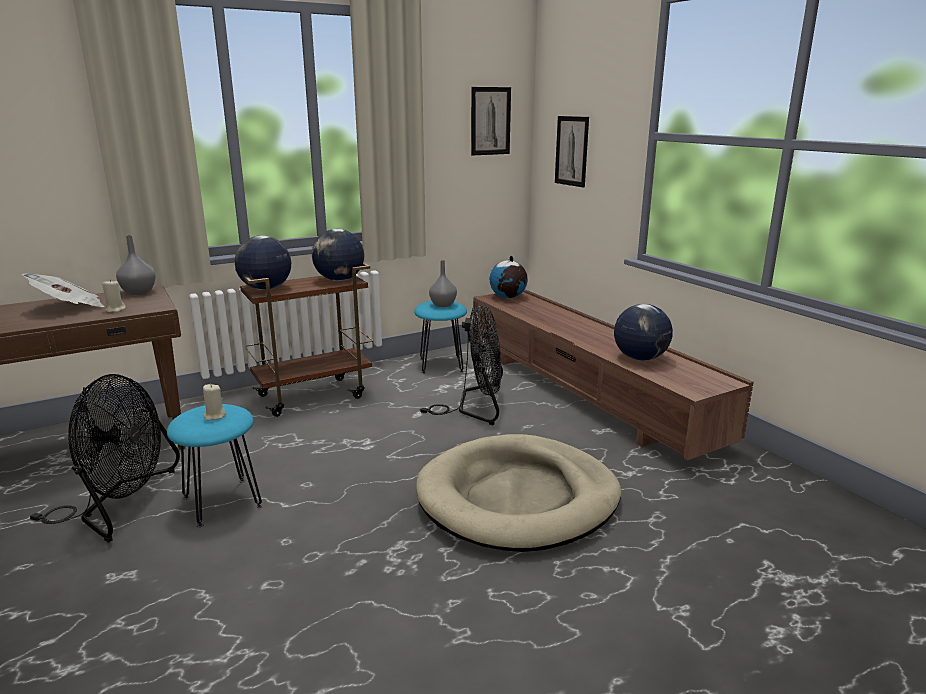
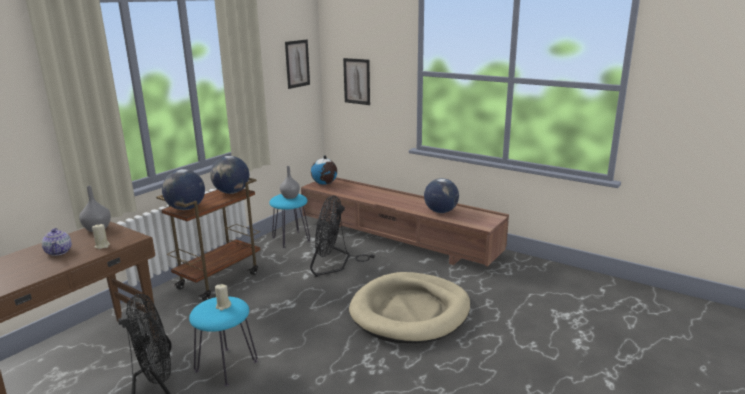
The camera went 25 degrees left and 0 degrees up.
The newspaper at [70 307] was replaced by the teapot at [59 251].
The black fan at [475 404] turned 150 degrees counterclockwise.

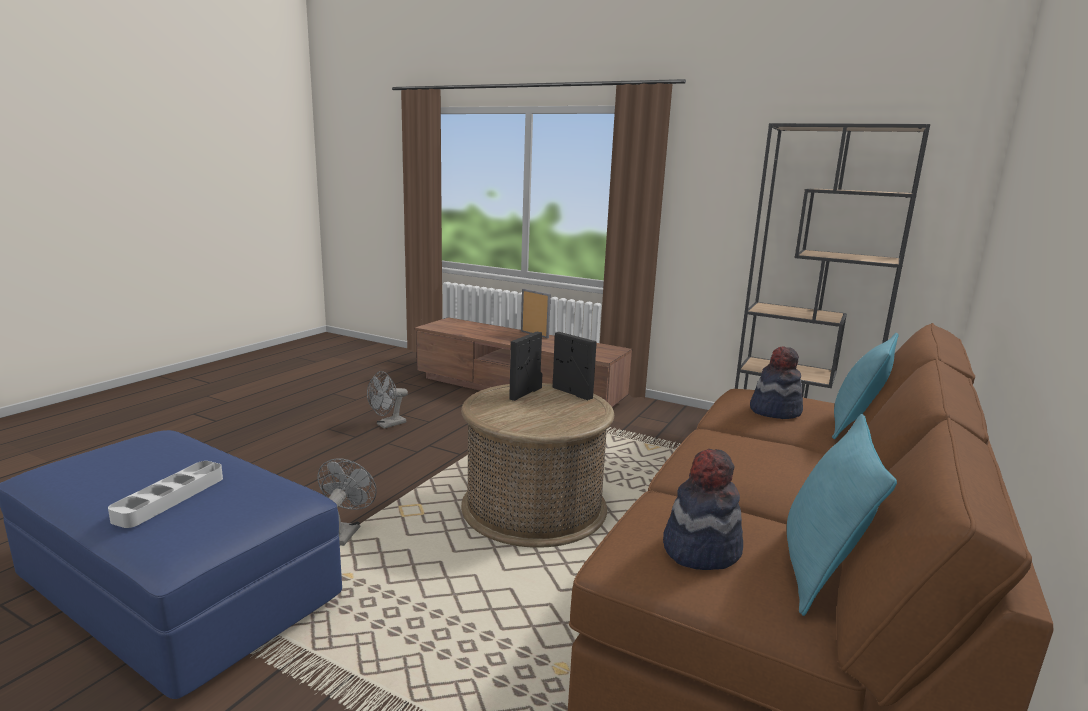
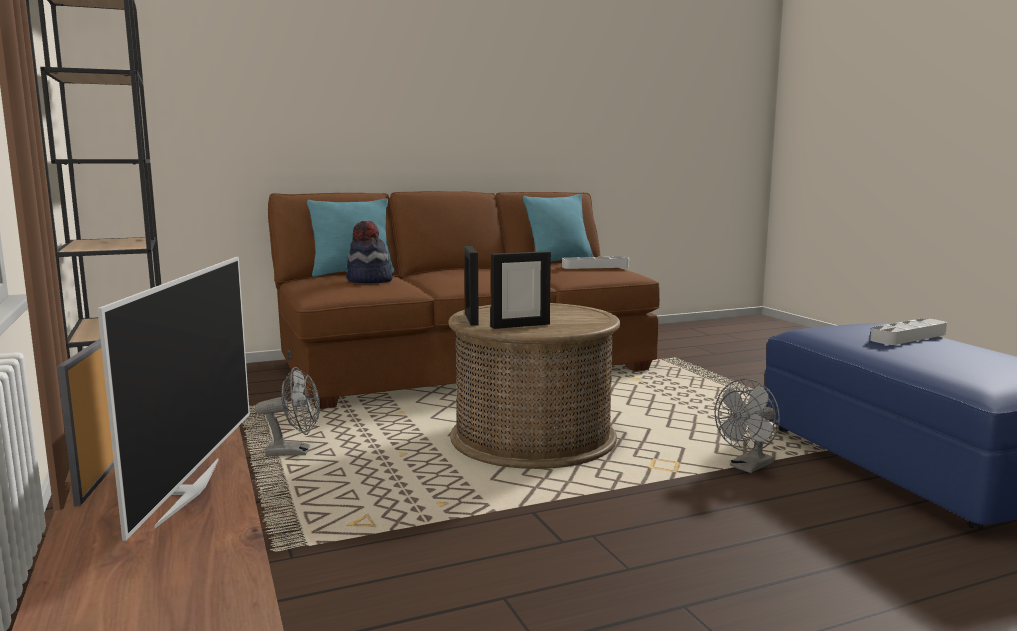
The camera went 140 degrees left and 5 degrees down.
The grey fan moved from [387 425] to [295 452].
The hat at [700 548] was replaced by the grey tray at [595 266].
The television at [186 491] appeared.

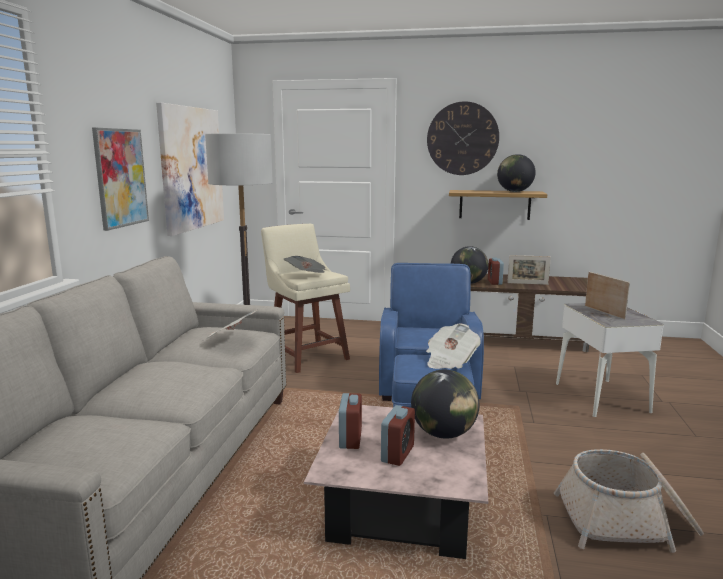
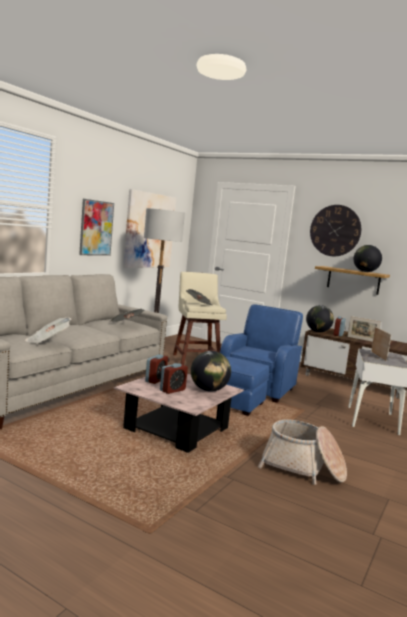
The camera went 20 degrees right and 5 degrees down.
The newspaper moved from [450 361] to [47 341].

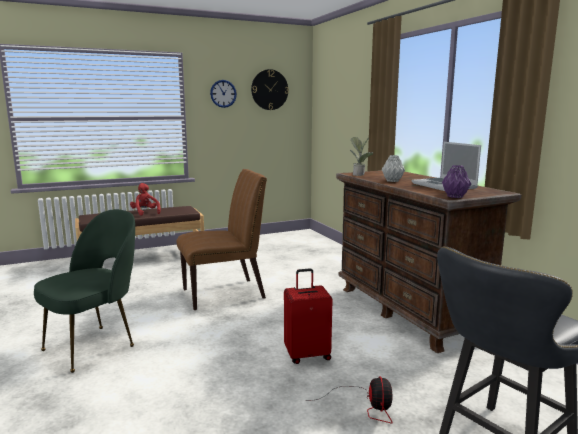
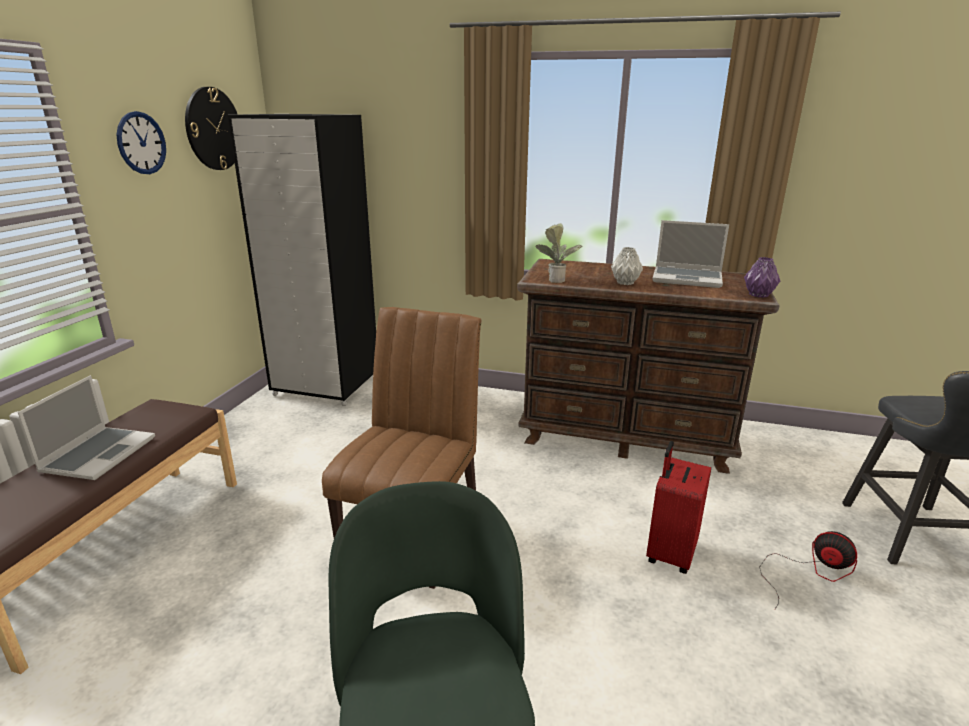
The camera went 50 degrees left and 10 degrees up.
The red plush toy at [145 213] was replaced by the laptop at [99 454].
The wardrobe at [327 386] appeared.

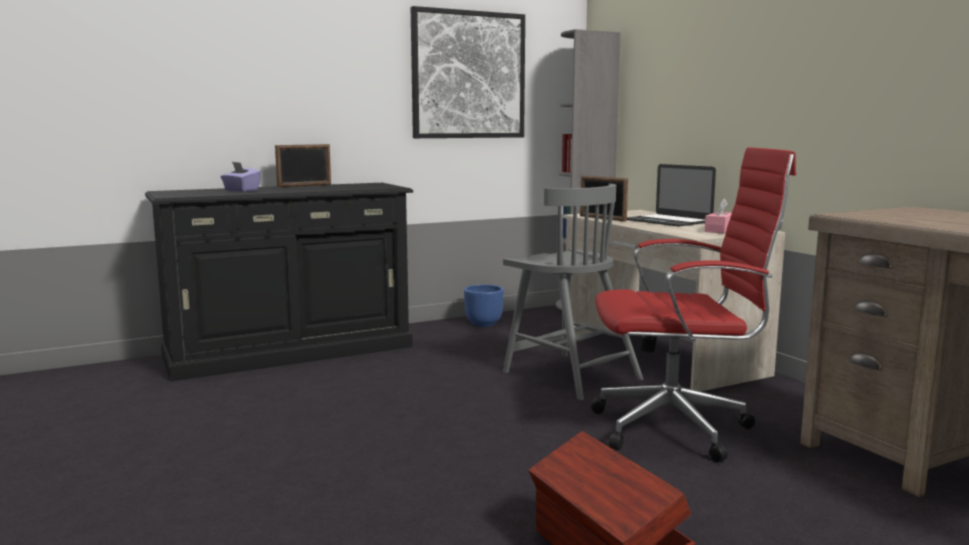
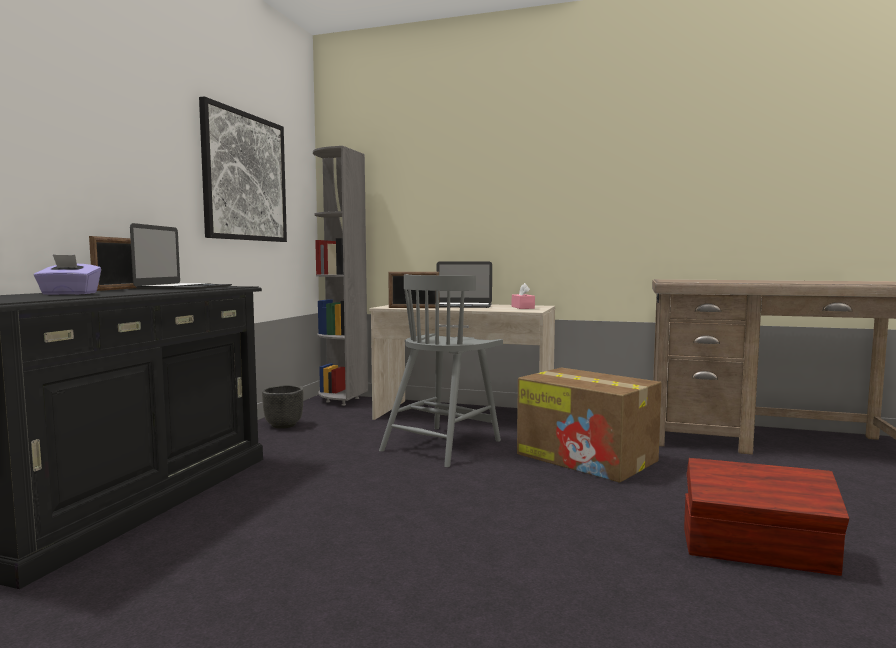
The camera went 45 degrees left and 5 degrees down.
The blue planter at [484 324] became the black planter at [284 425].
The grey chair at [569 374] turned 120 degrees clockwise.
The red office chair at [678 429] was replaced by the cardboard box at [588 458].
The laptop at [185 287] appeared.

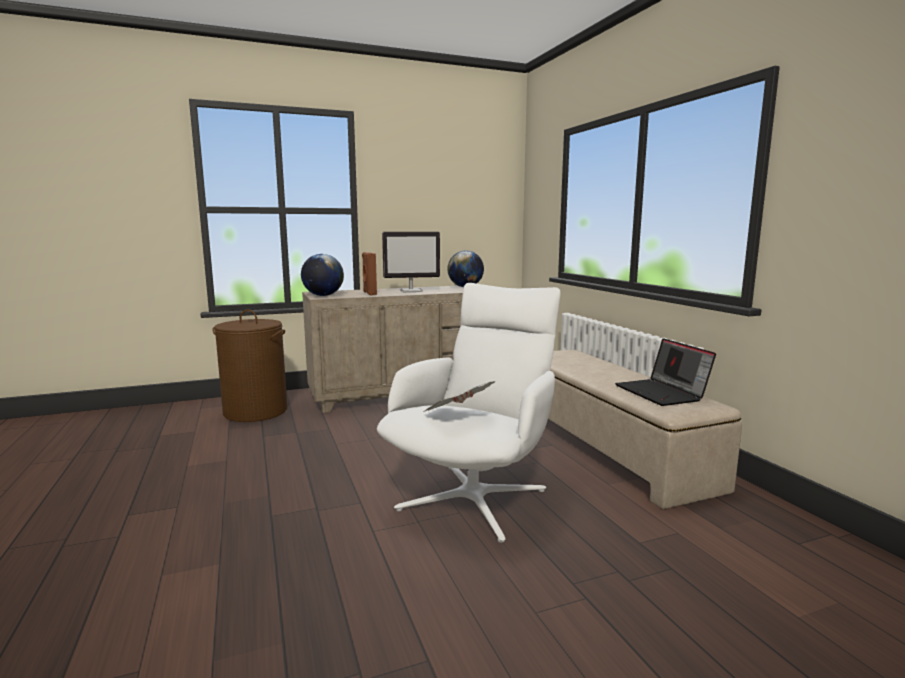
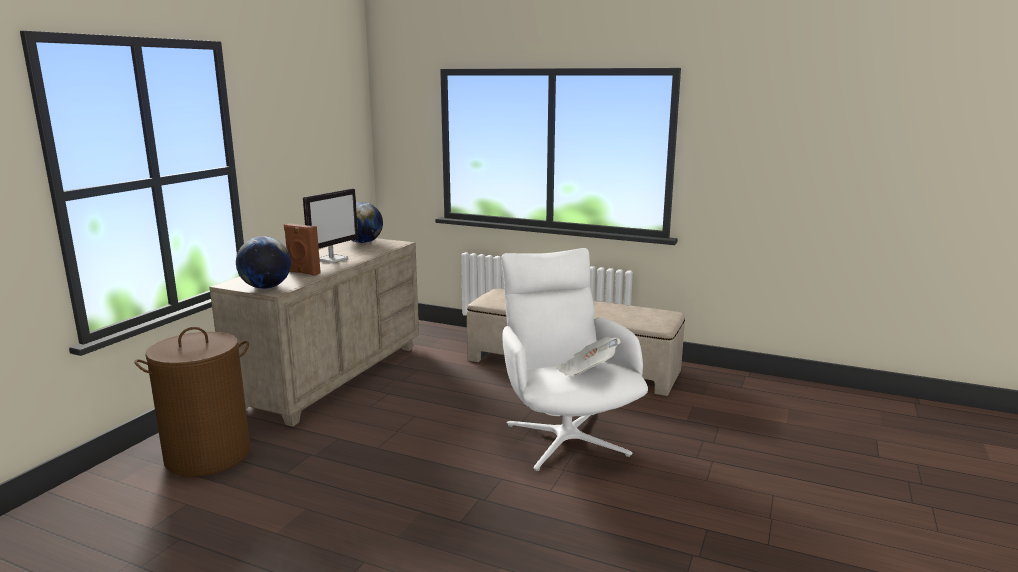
The camera went 45 degrees left and 5 degrees up.
The laptop at [662 393] disappeared.

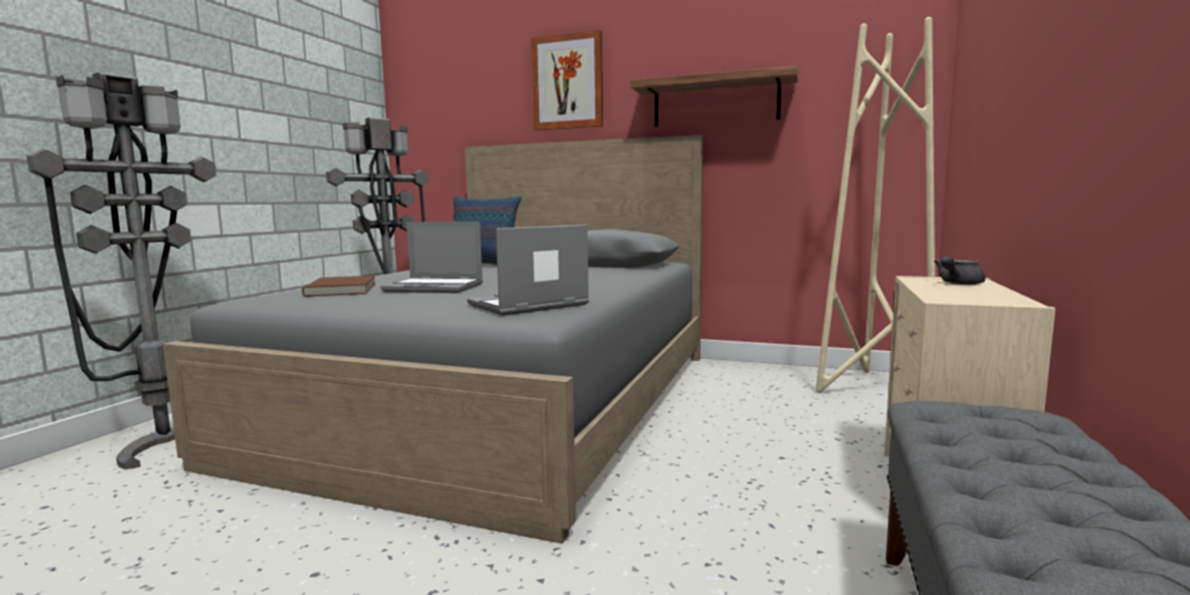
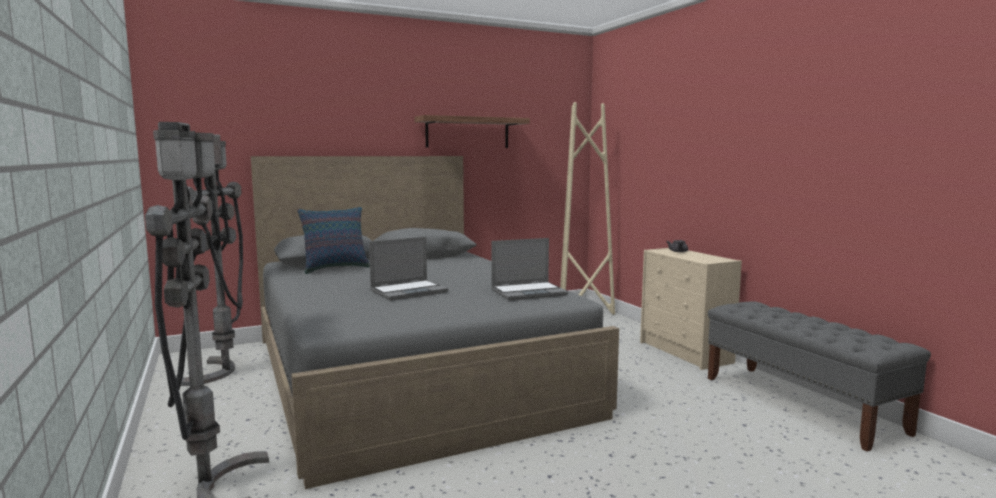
The camera went 45 degrees left and 0 degrees up.
The brown book at [343 289] disappeared.
The laptop at [528 305] turned 120 degrees counterclockwise.
The picture at [568 82] disappeared.

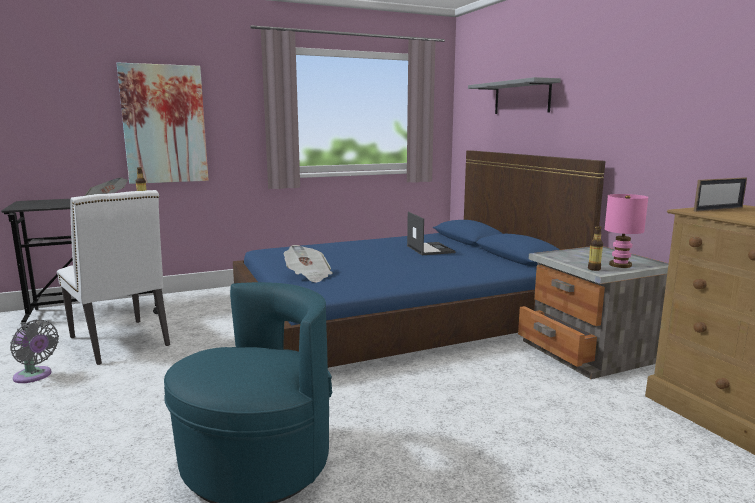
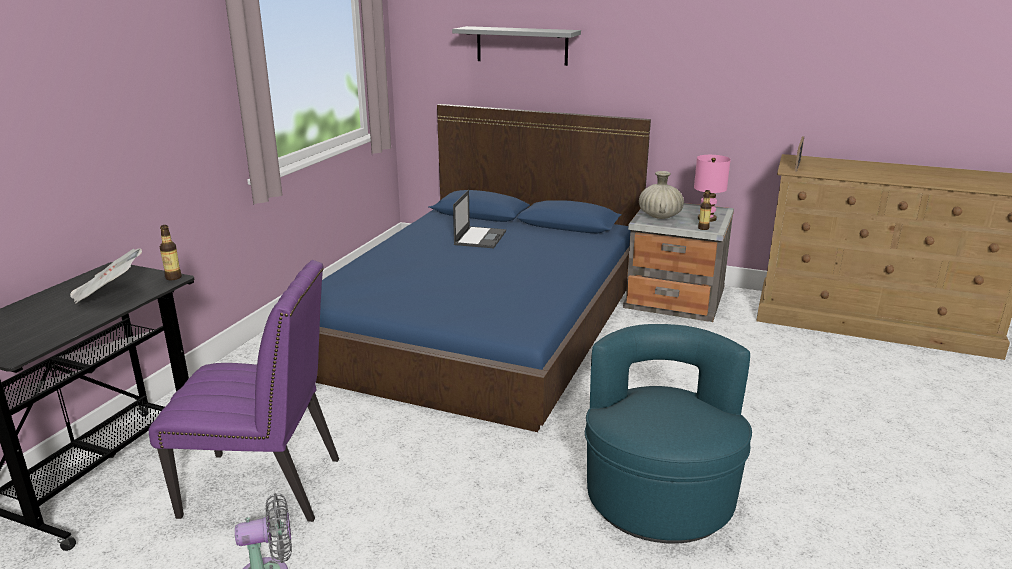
The camera went 45 degrees left and 10 degrees up.
The white chair at [119 341] became the purple chair at [261 487].
The picture at [164 124] disappeared.
The newspaper at [308 276] disappeared.
The laptop at [429 249] turned 75 degrees clockwise.
The beige vase at [659 216] appeared.

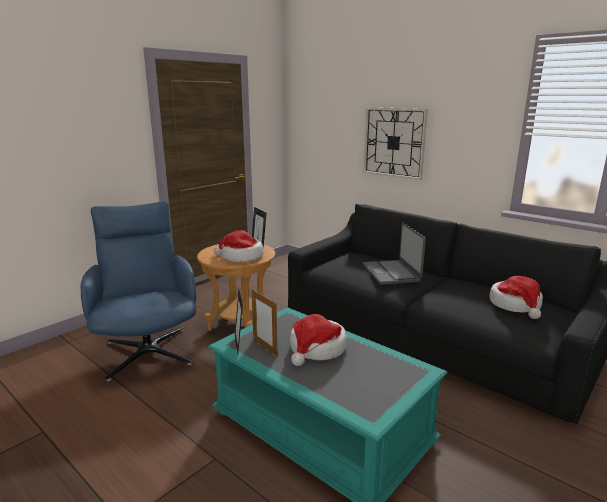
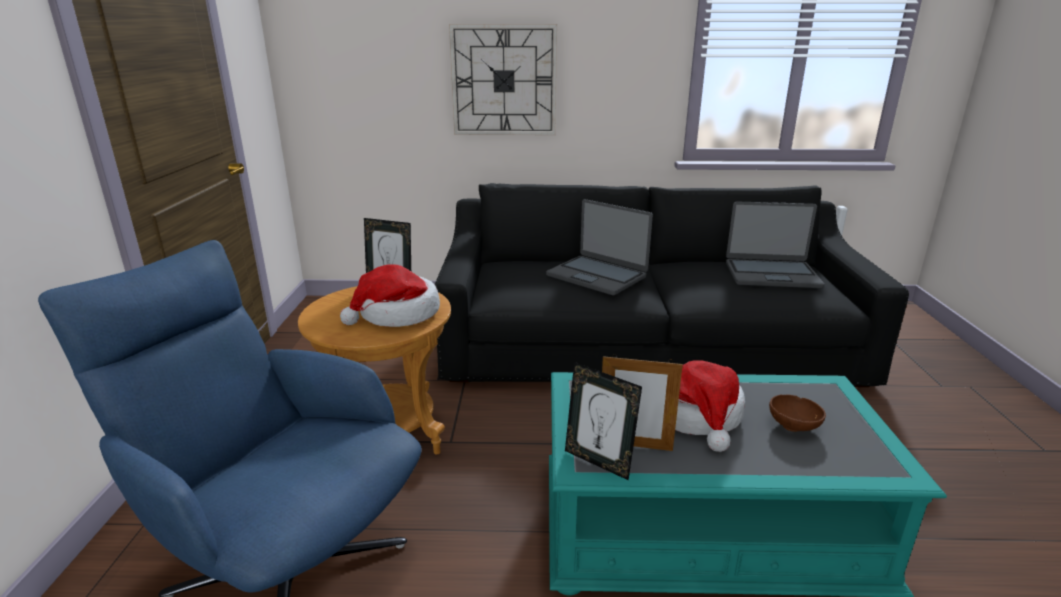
The camera went 40 degrees left and 5 degrees up.
The hat at [515 305] was replaced by the laptop at [771 274].
The brown bowl at [794 426] appeared.

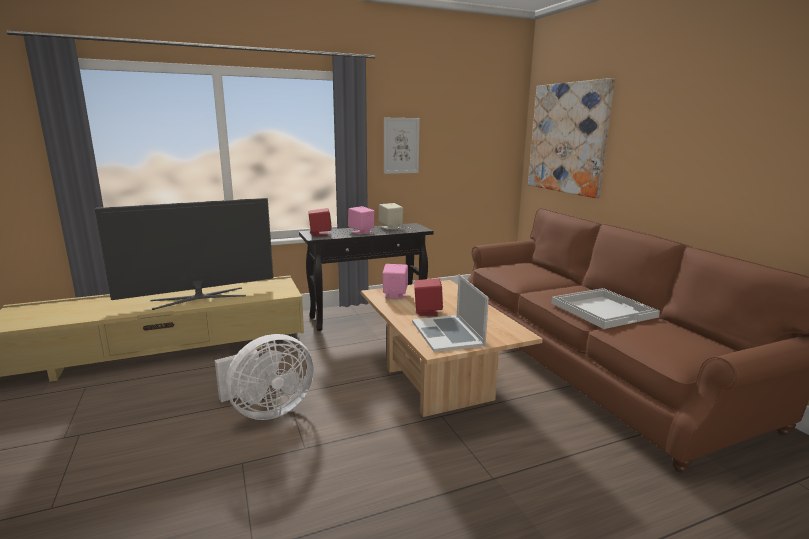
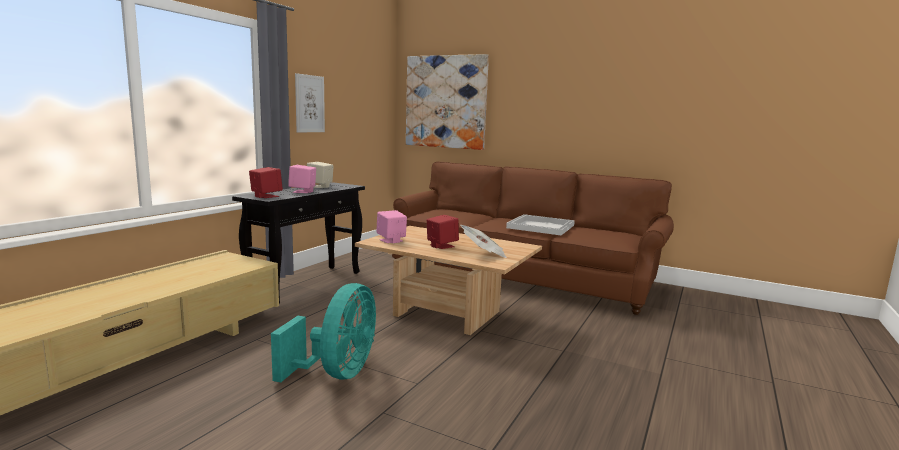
The camera went 40 degrees left and 5 degrees down.
The television at [199 298] disappeared.
The white fan at [267 410] became the turquoise fan at [337 373].
The laptop at [447 333] was replaced by the newspaper at [484 254].

